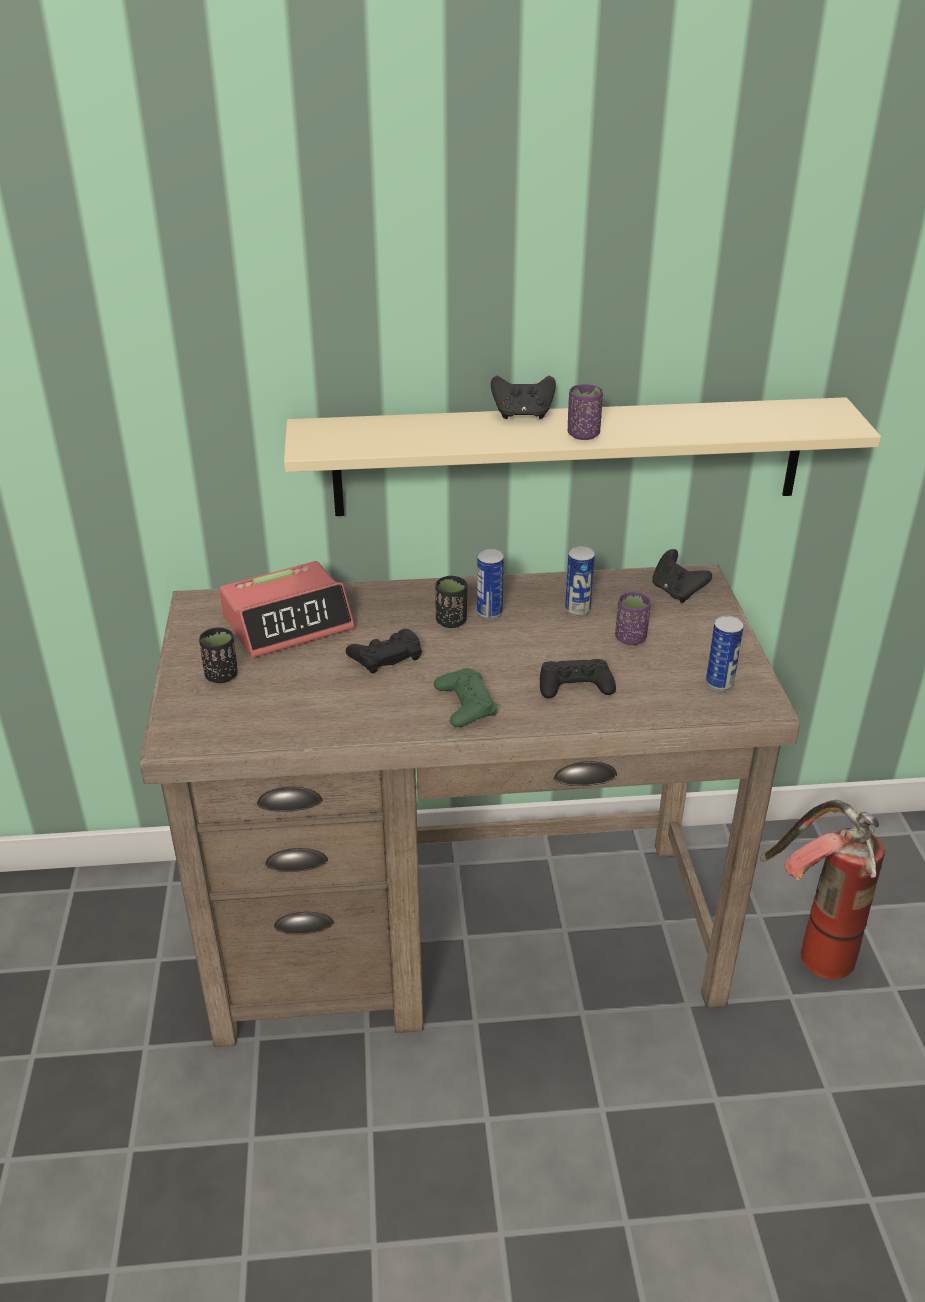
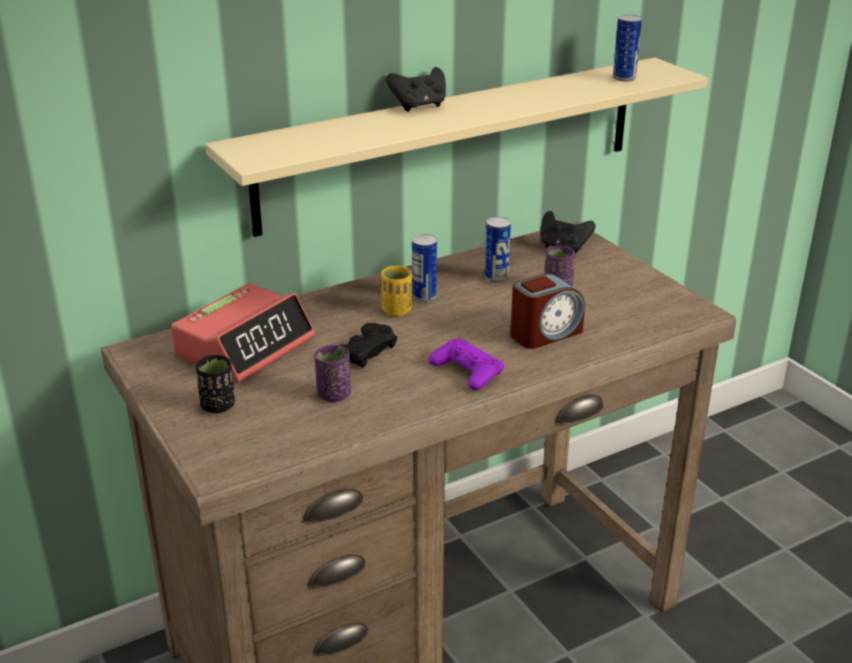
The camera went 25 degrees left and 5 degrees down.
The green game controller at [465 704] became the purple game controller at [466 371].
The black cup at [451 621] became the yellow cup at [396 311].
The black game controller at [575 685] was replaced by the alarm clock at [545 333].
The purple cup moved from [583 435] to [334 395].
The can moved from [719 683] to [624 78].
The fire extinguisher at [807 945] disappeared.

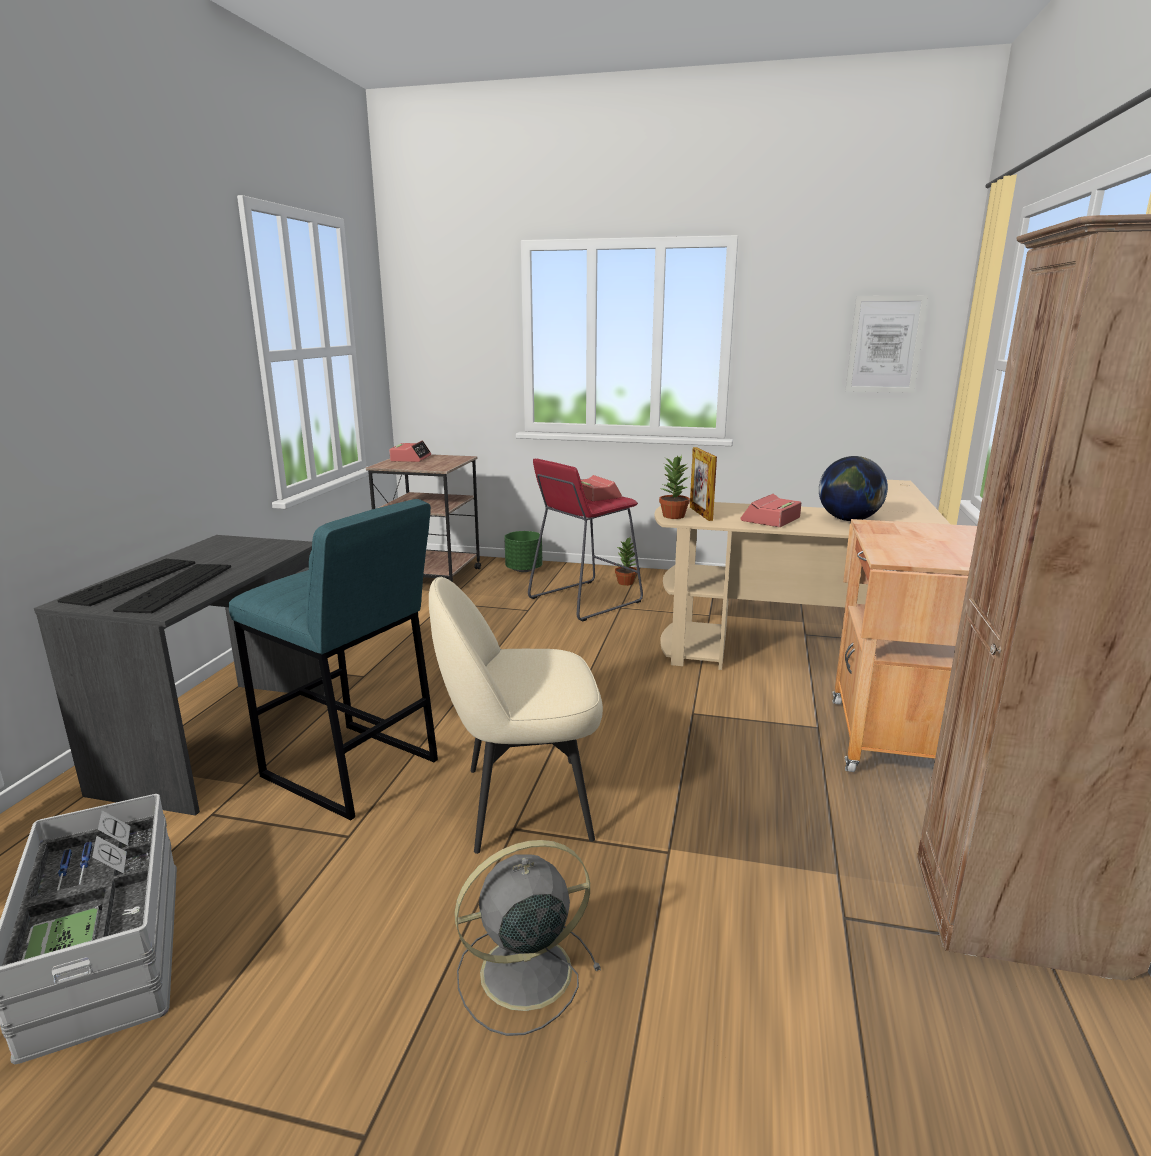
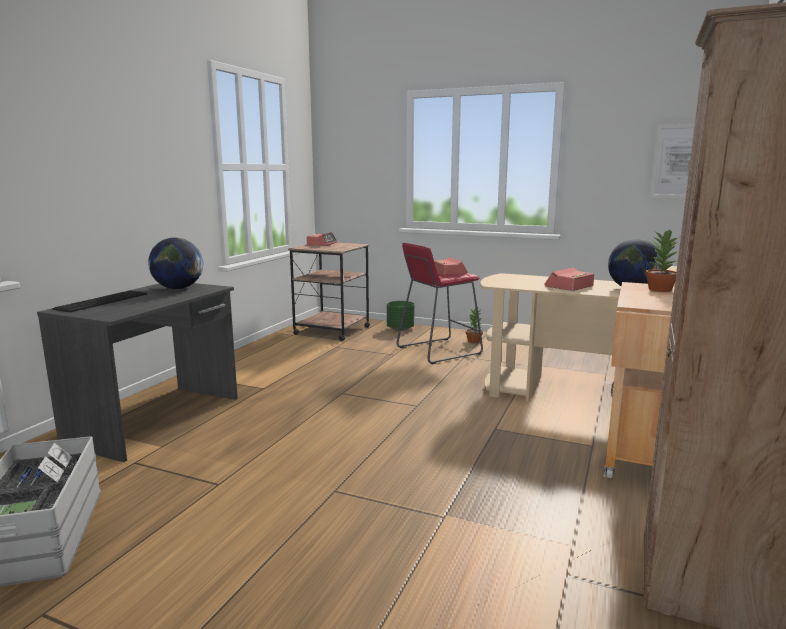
The camera went 10 degrees right and 5 degrees down.
The keyboard at [177 587] disappeared.
The turquoise stool at [353 769] disappeared.
The beige chair at [522 803] disappeared.
The grey fan at [522 973] disappeared.
The potted plant moved from [673 516] to [659 289].
The picture frame at [700 513] disappeared.
The globe at [178 288] appeared.

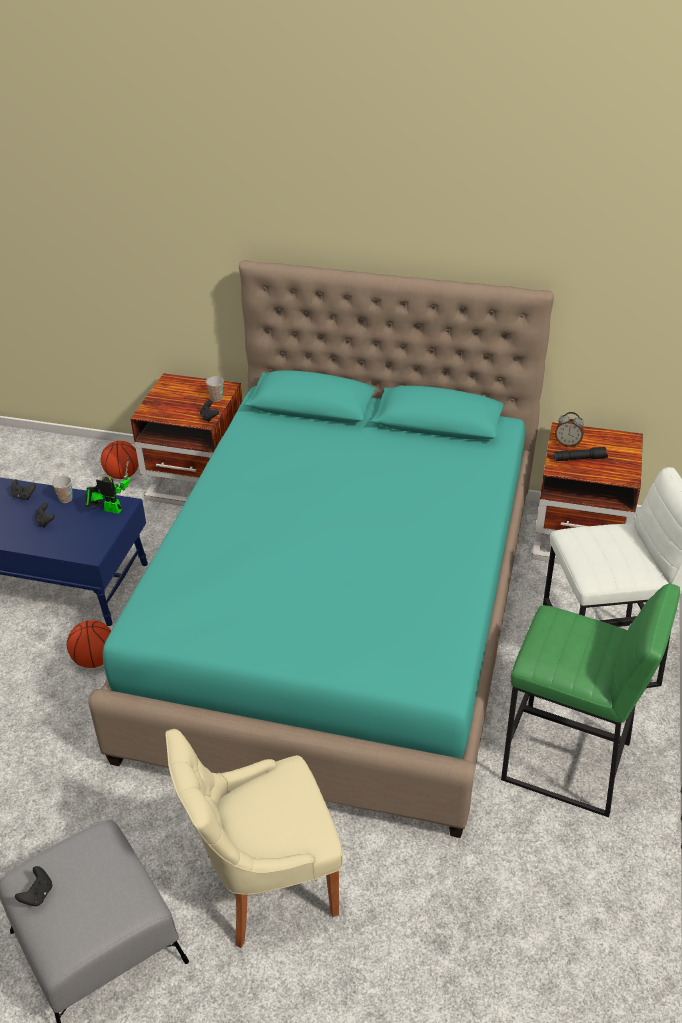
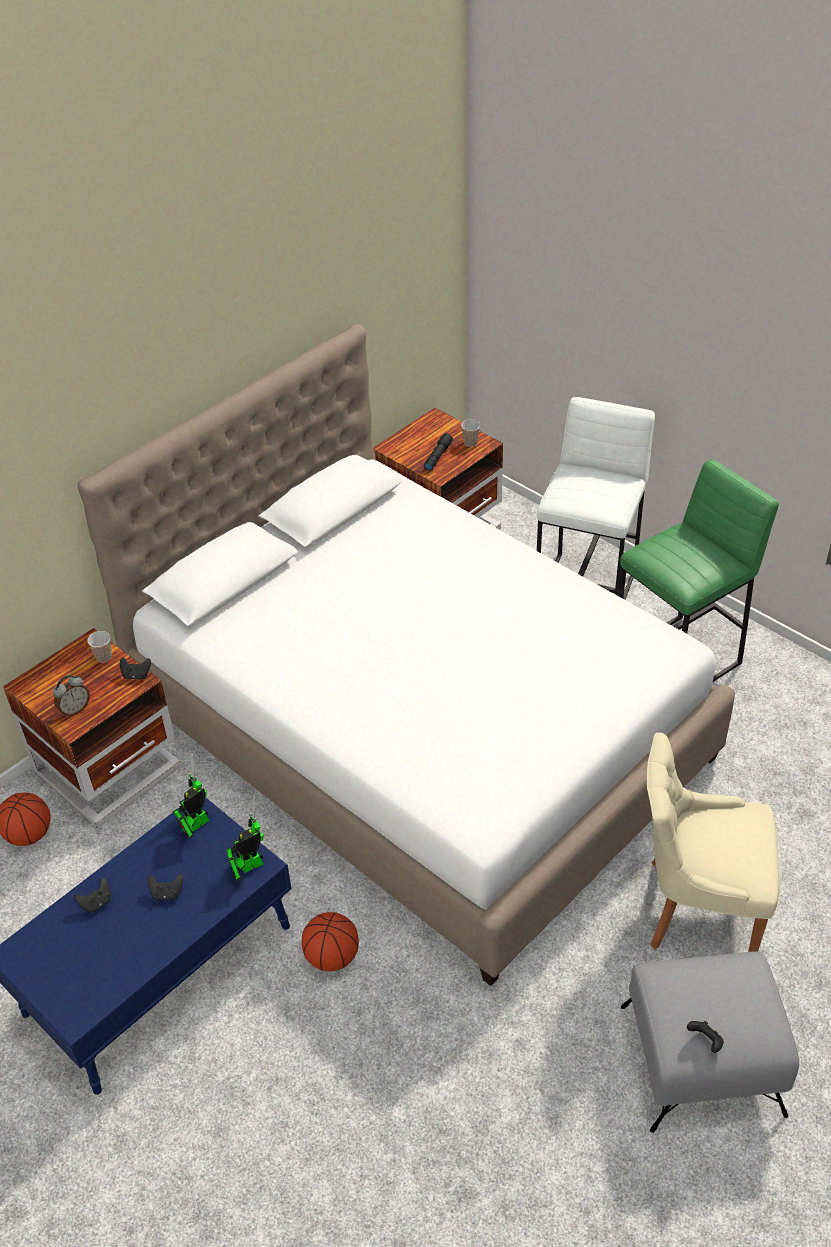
The camera went 60 degrees left and 5 degrees up.
The cup moved from [66 499] to [470 443].
The turquoise bed at [344 617] became the white bed at [418 729].
The beige chair at [265 883] turned 90 degrees clockwise.
The alarm clock moved from [567 443] to [75 709].
The toy robot at [248 866] appeared.

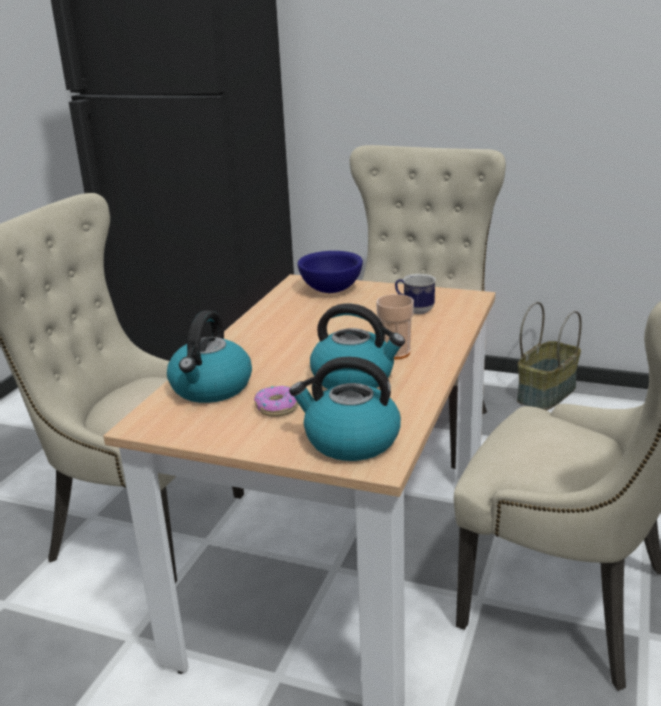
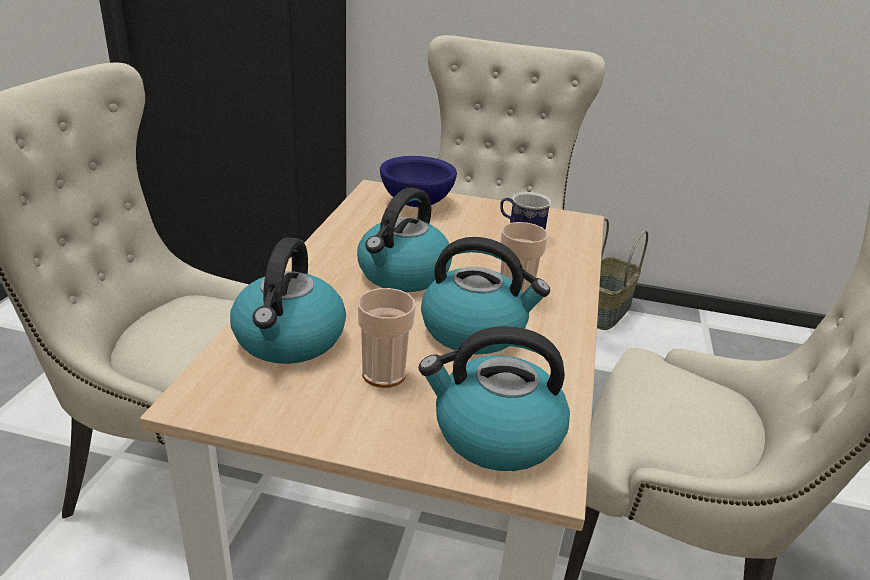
The camera went 10 degrees left and 5 degrees up.
The donut at [277 407] was replaced by the cup at [384 374].
The kettle at [403 275] appeared.

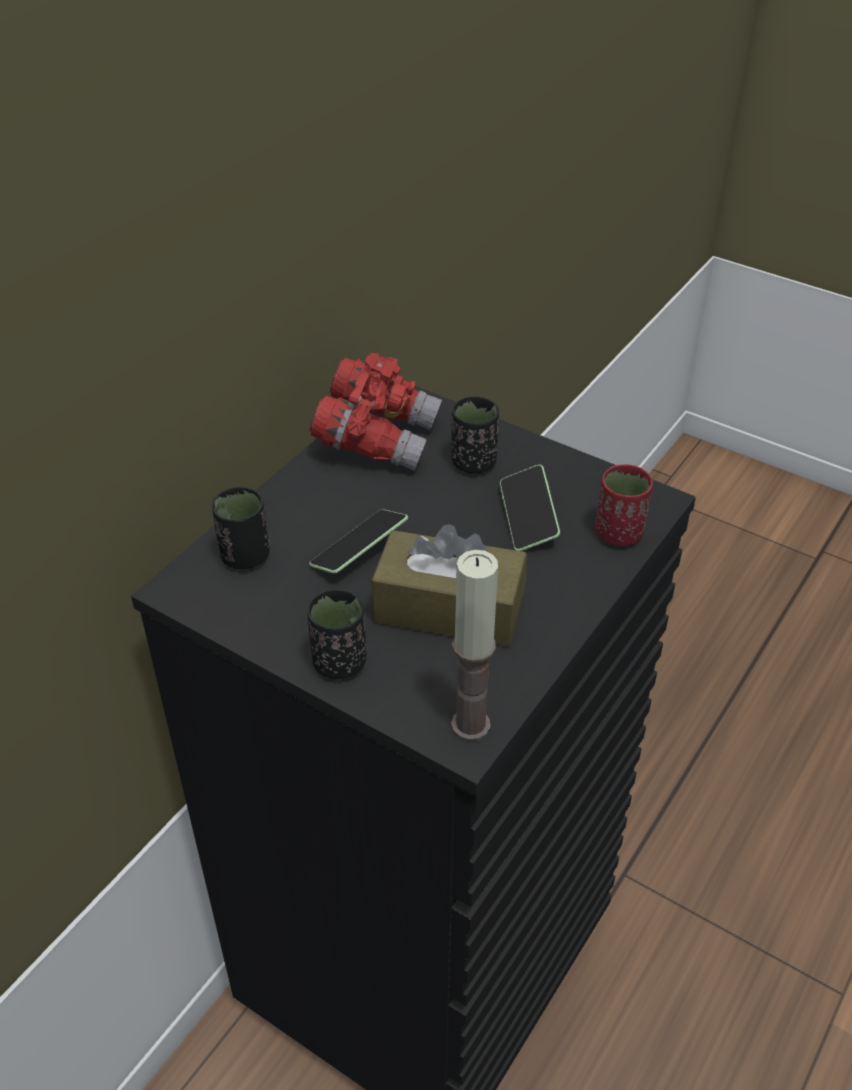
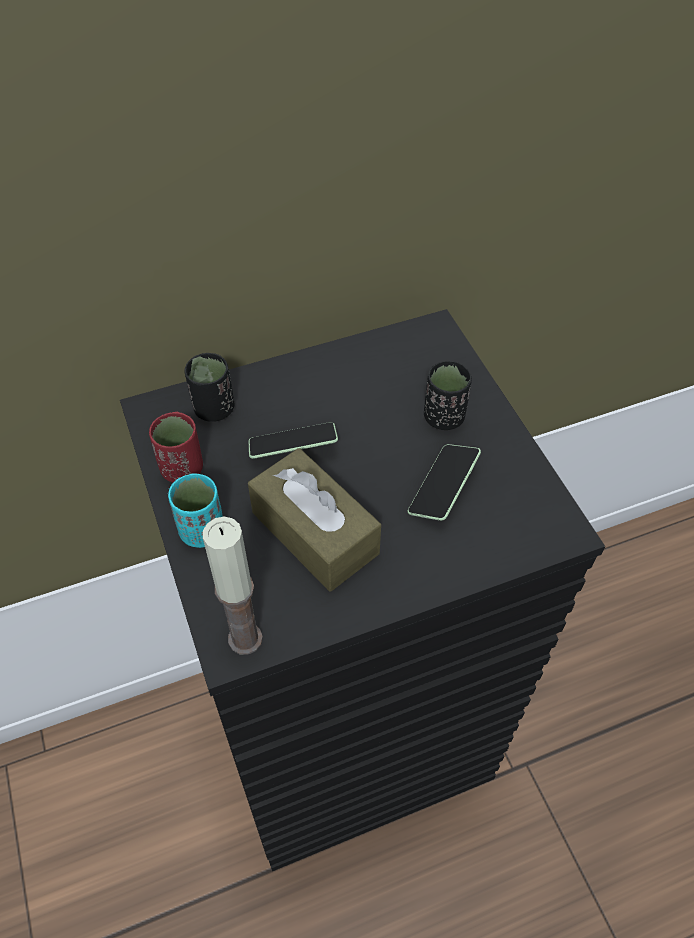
The camera went 35 degrees right and 10 degrees up.
The black cup at [339 662] became the turquoise cup at [202 530].
The red binoculars at [377 438] disappeared.
The red cup moved from [619 533] to [182 469].

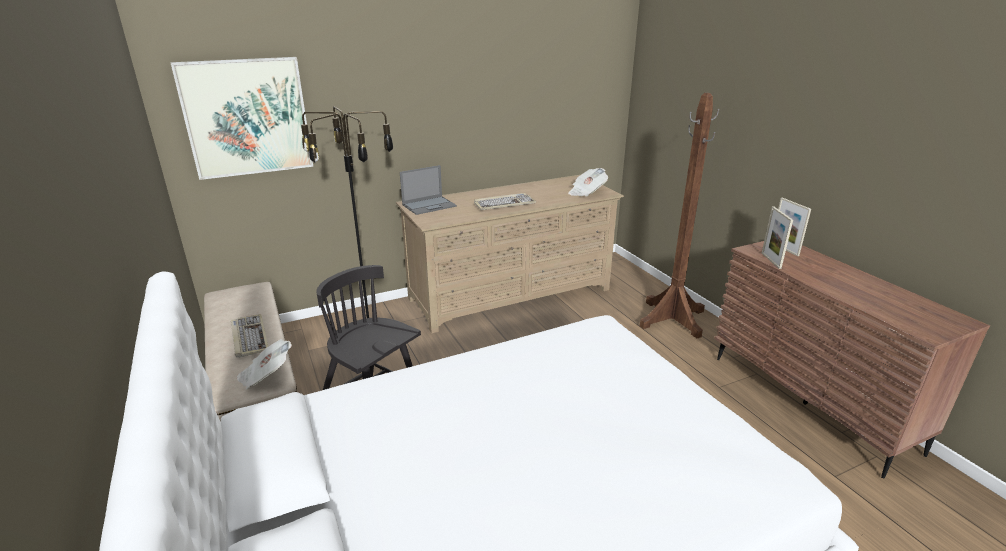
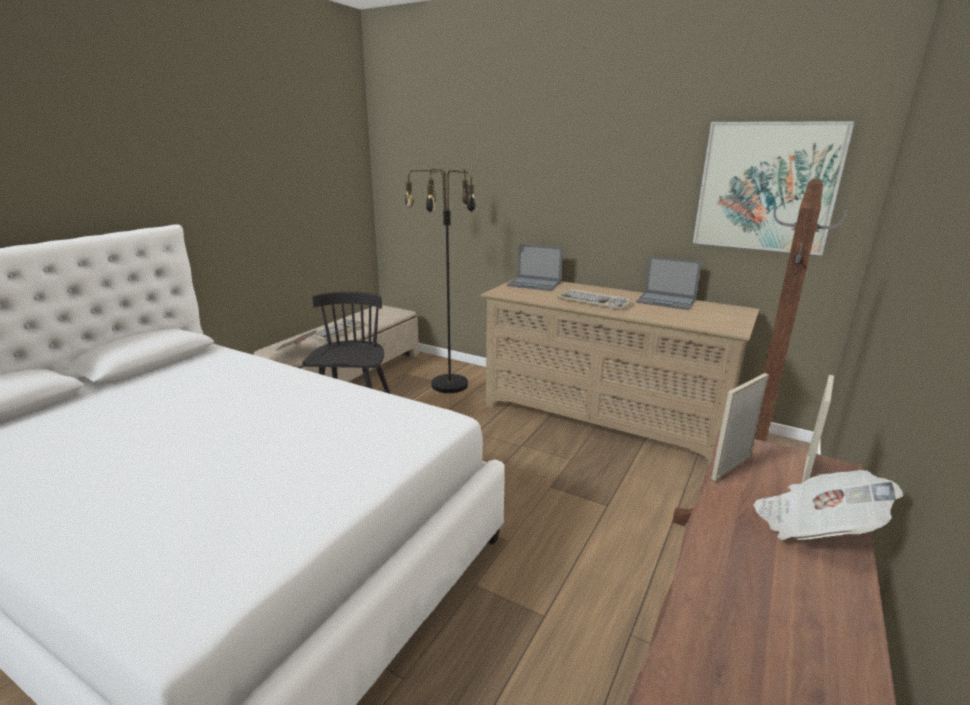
The camera went 55 degrees right and 5 degrees down.
The picture moved from [247 117] to [766 187].
The newspaper moved from [586 192] to [814 528].
The laptop at [666 301] appeared.

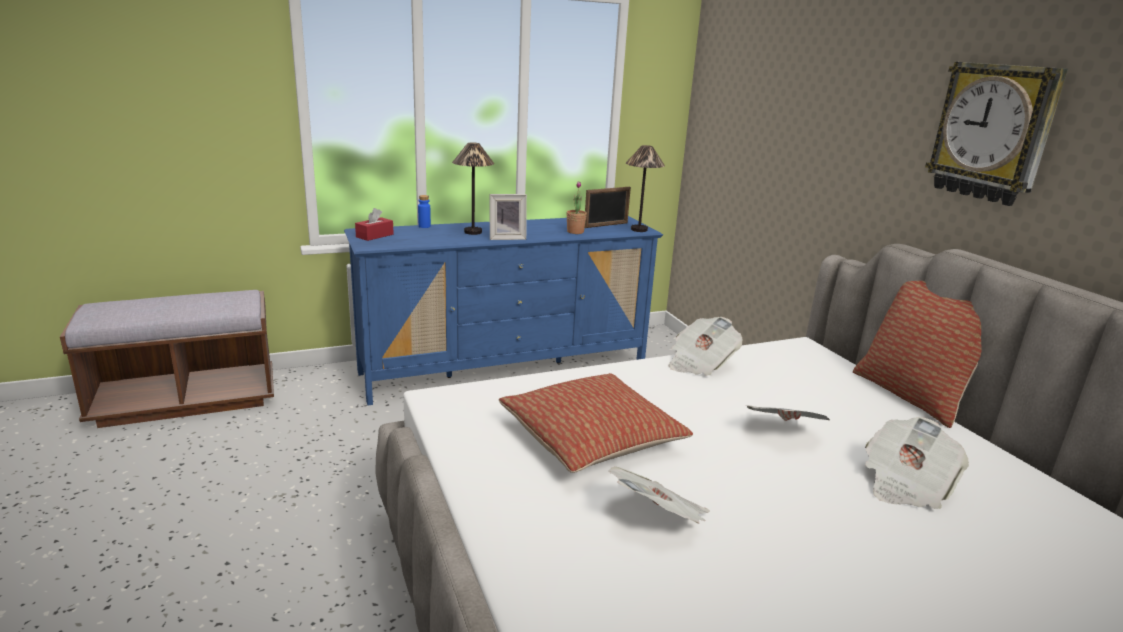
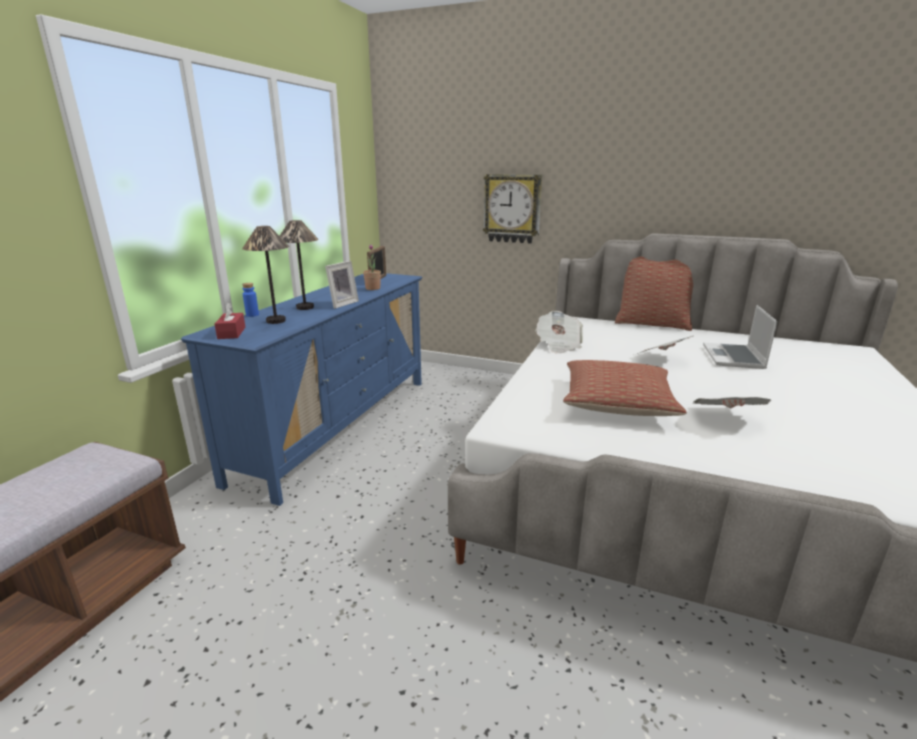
The camera went 45 degrees left and 0 degrees up.
The table lamp moved from [638 229] to [275 321].
The newspaper at [905 484] was replaced by the laptop at [734 357].
The wall clock moved from [992 132] to [512 208].

